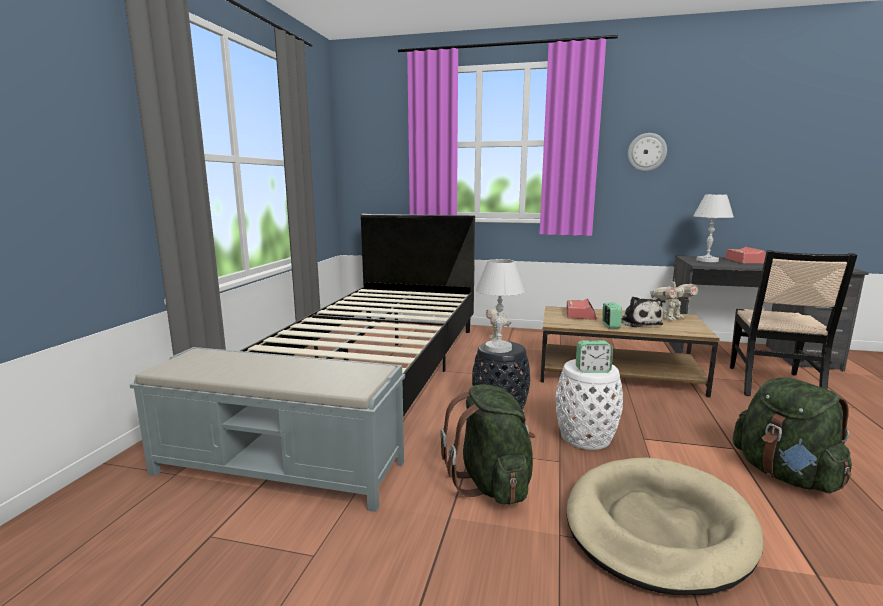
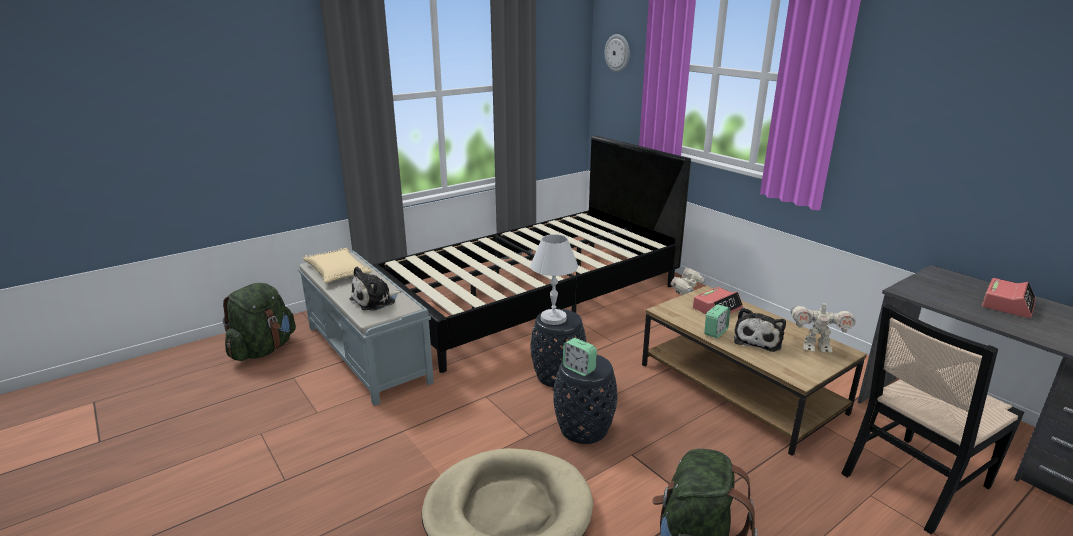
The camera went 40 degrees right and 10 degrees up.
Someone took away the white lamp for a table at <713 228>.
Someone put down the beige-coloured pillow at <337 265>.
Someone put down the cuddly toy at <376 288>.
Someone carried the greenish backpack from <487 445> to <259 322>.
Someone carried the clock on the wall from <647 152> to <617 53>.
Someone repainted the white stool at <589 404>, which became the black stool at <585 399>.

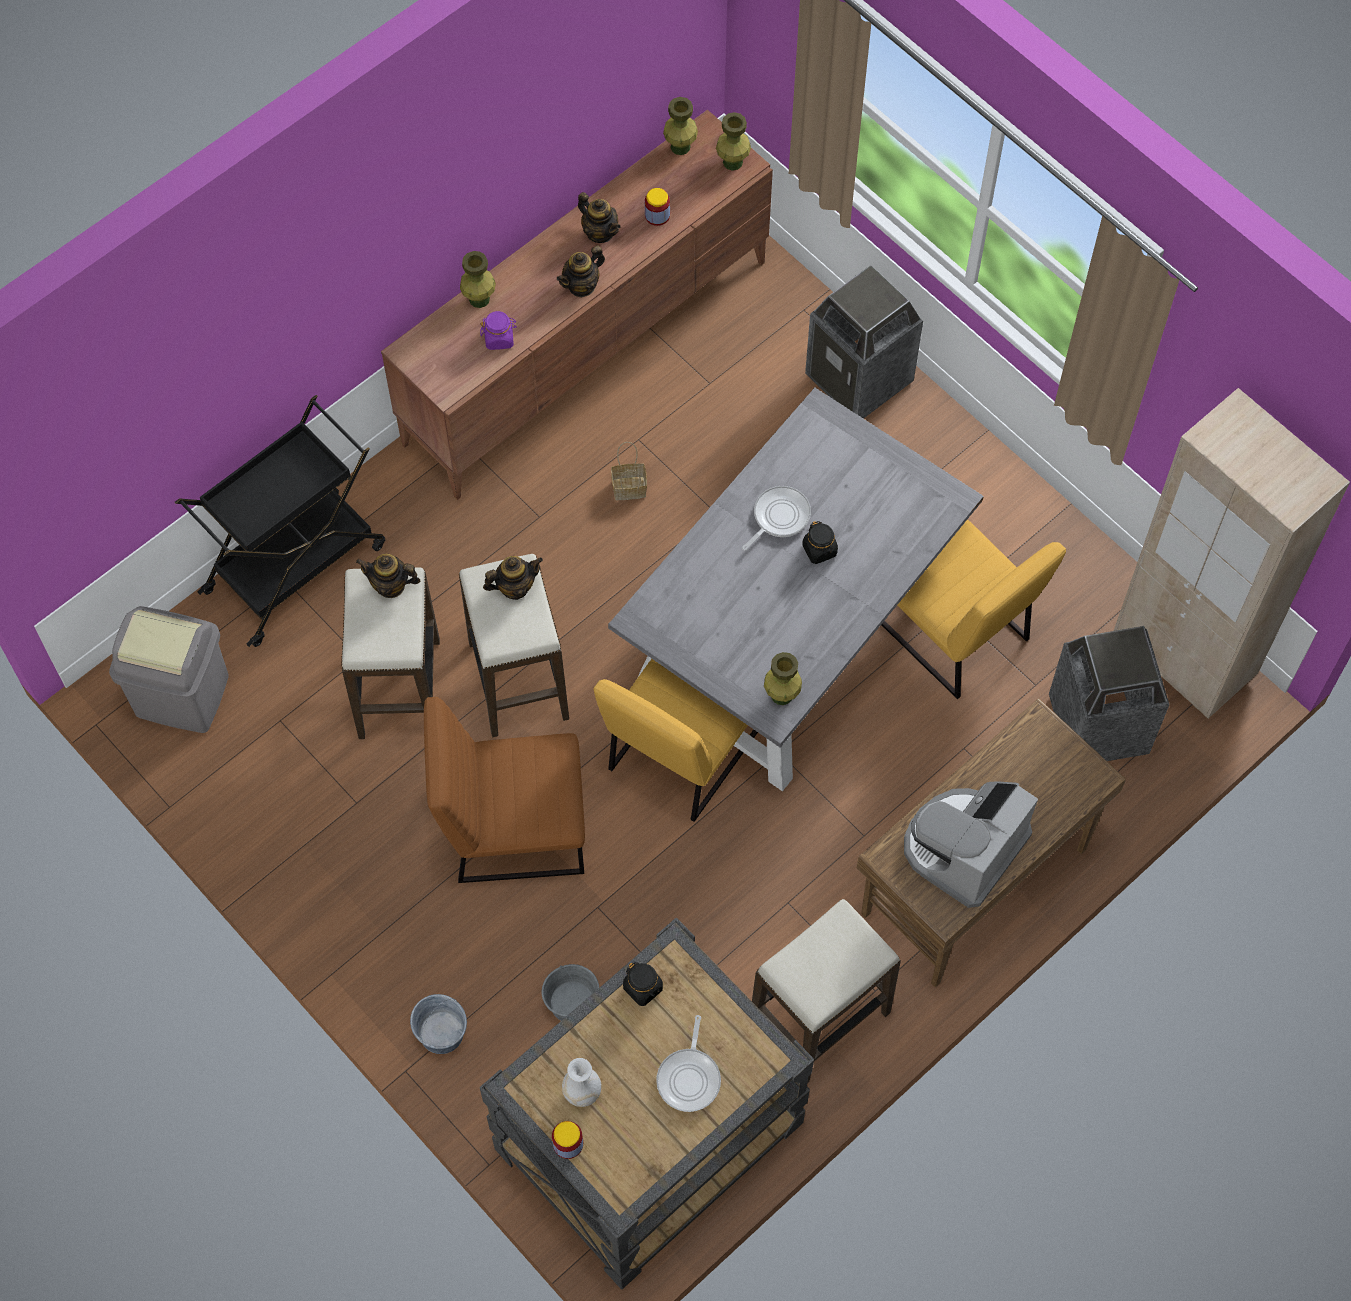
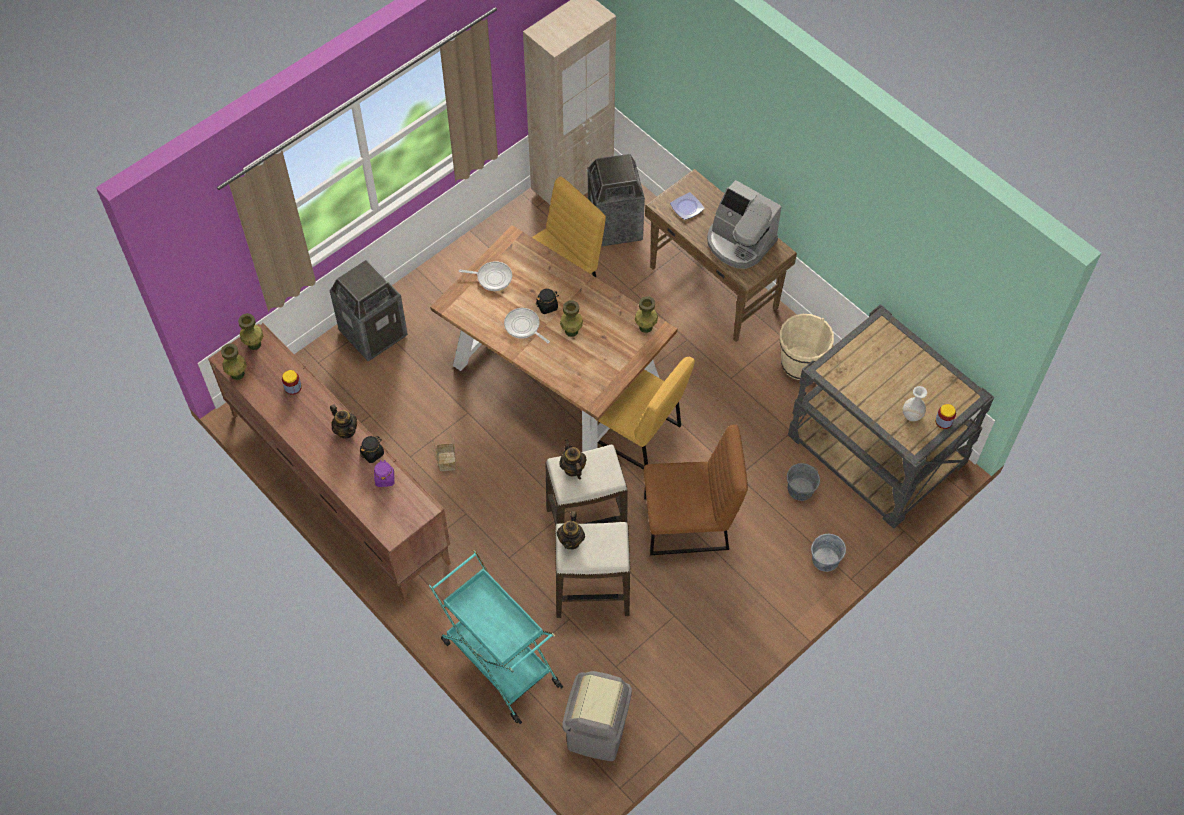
The camera went 90 degrees left and 5 degrees down.
Someone took away the teapot at <599 217>.
Someone put down the plate at <687 206>.
Someone carried the greenish flower vase from <478 279> to <571 318>.
Someone carried the black preserve jar from <643 984> to <372 449>.
Someone carried the frying pan from <688 1063> to <485 276>.
Someone swapped the stool at <826 991> for the beige-coloured bucket at <807 347>.
Someone repainted the black trolley at <279 521>, which became the turquoise trolley at <496 636>.
Someone repainted the greyish dinner table at <796 589>, which became the brownish dinner table at <554 338>.
Someone rotated the brownish chair at <504 790> by 90 degrees counterclockwise.

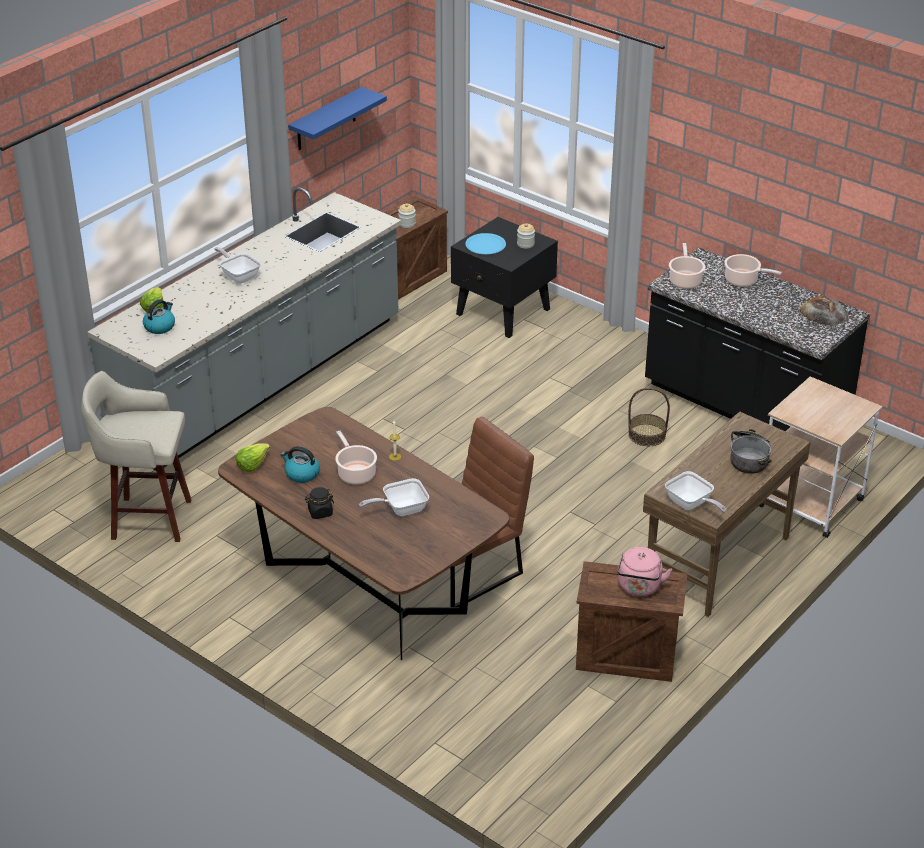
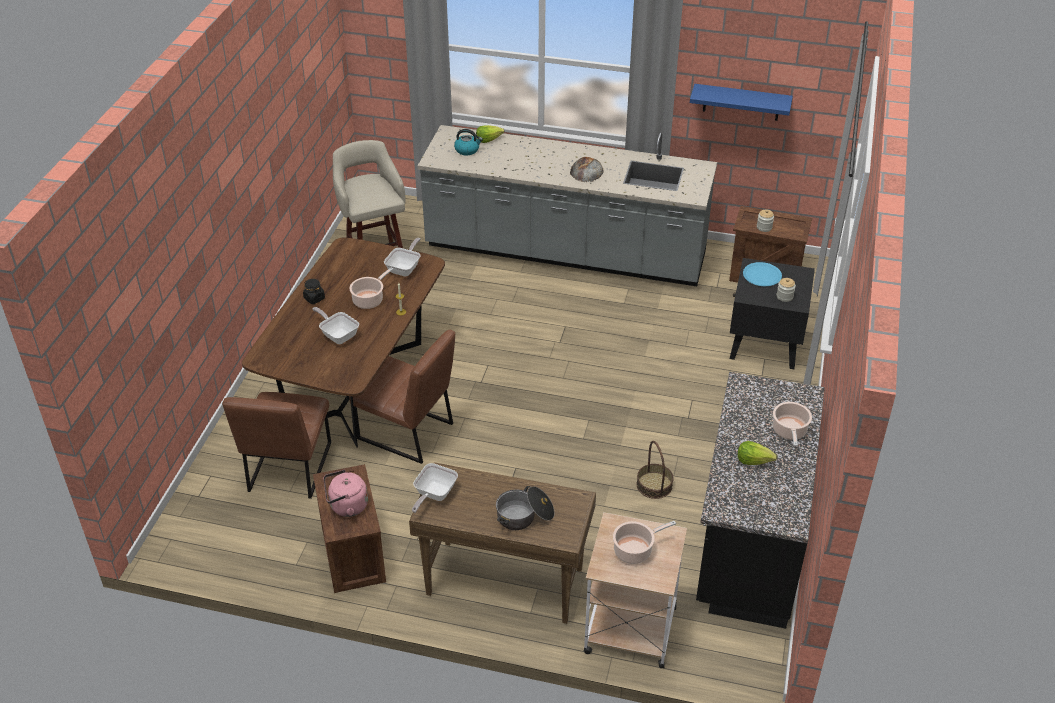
The camera went 65 degrees right and 5 degrees up.
Someone took away the water kettle at <300 464>.
Someone put down the brownish chair at <276 445>.
Someone carried the frying pan from <237 265> to <402 257>.
Someone carried the lettuce head from <252 457> to <757 453>.
Someone carried the saucepot from <687 266> to <644 542>.
Someone carried the baked bread from <823 310> to <587 169>.

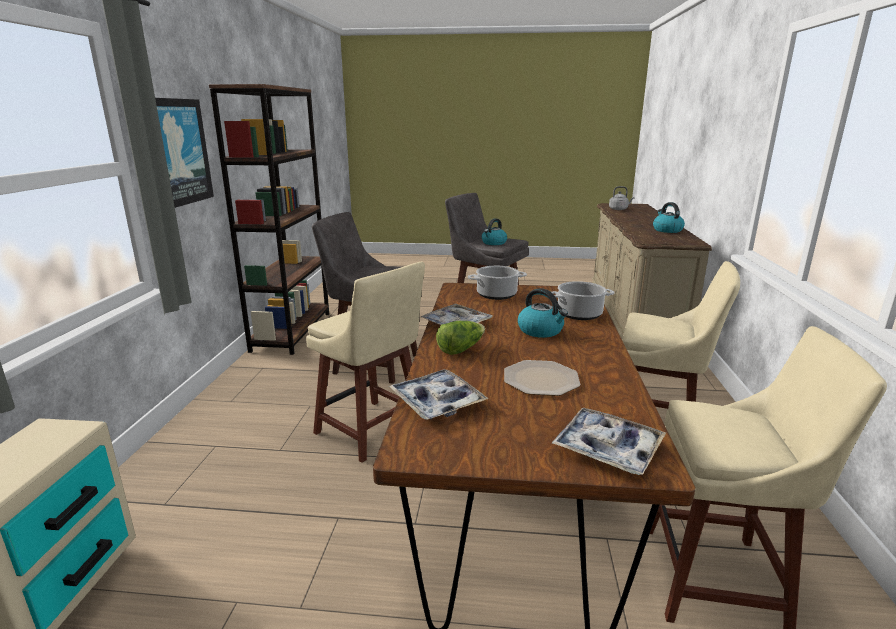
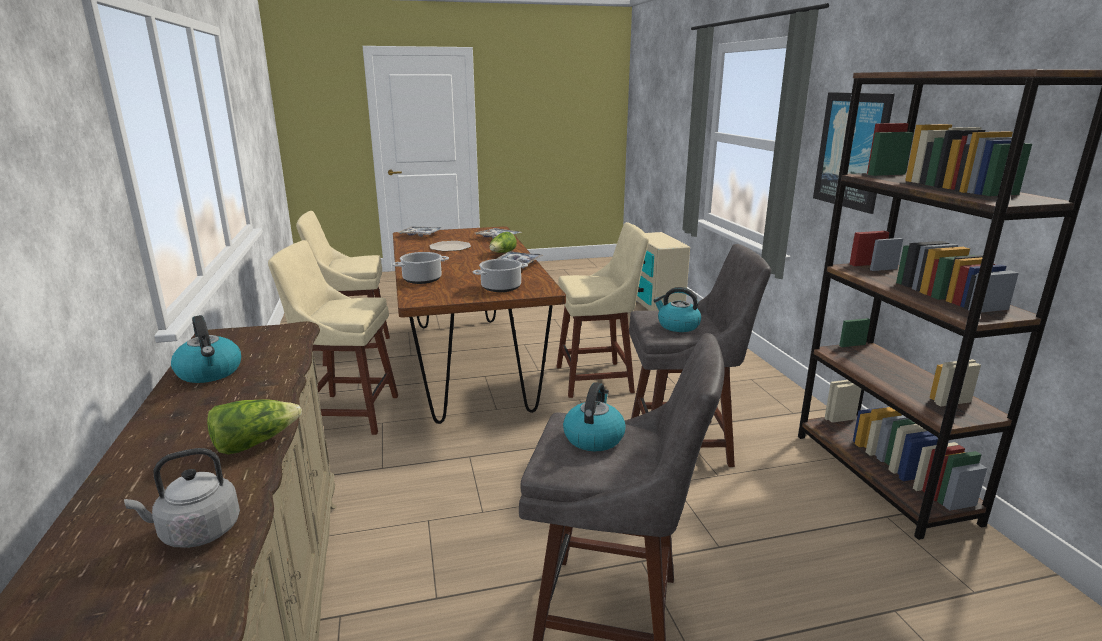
The camera went 160 degrees right and 0 degrees up.
Someone put down the lettuce head at <254 426>.
Someone carried the water kettle from <543 313> to <677 309>.
Someone rotated the beige-coloured chair at <365 362> by 150 degrees clockwise.

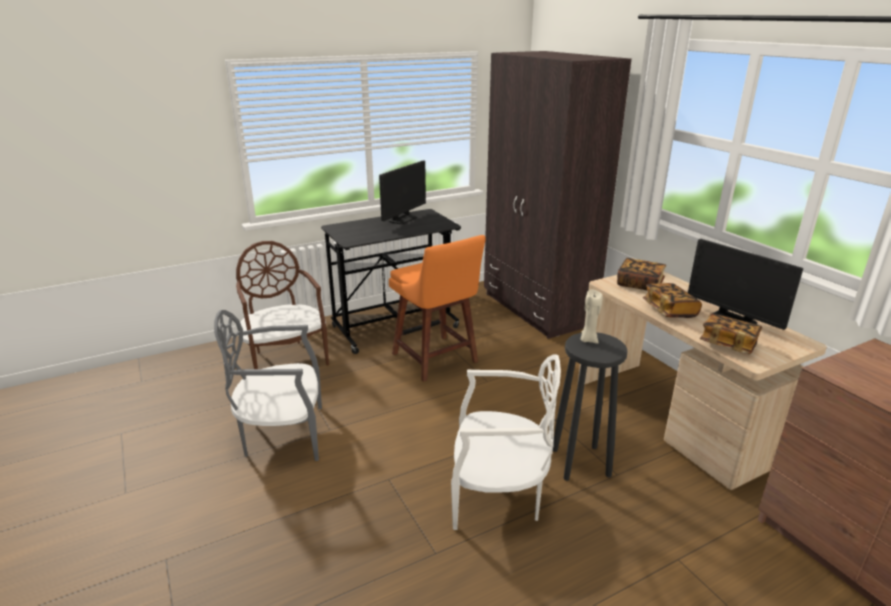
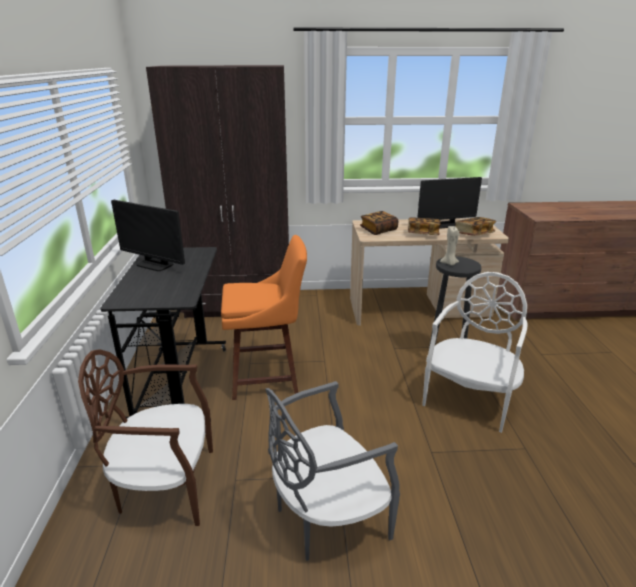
The camera went 65 degrees left and 0 degrees up.
Someone rotated the greyish chair at <268 385> by 45 degrees clockwise.
Someone rotated the computer screen at <402 192> by 150 degrees clockwise.

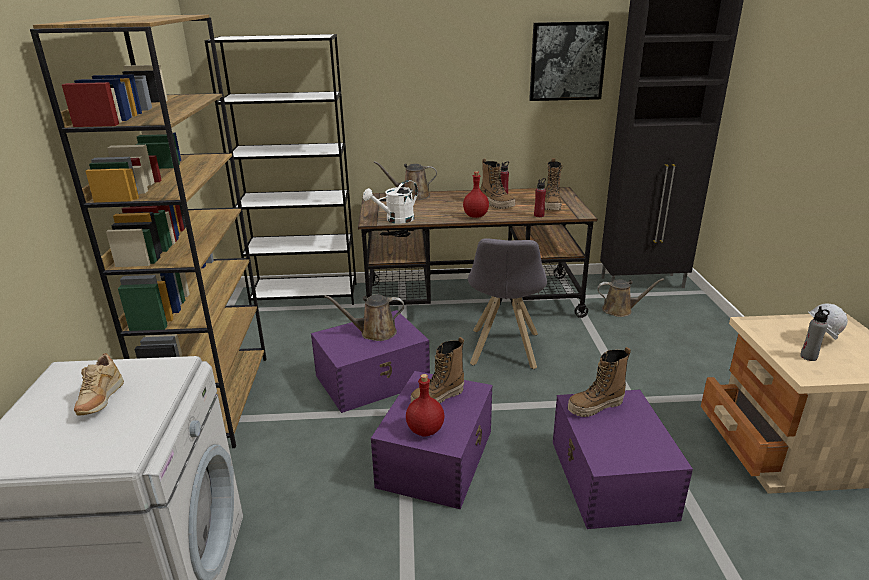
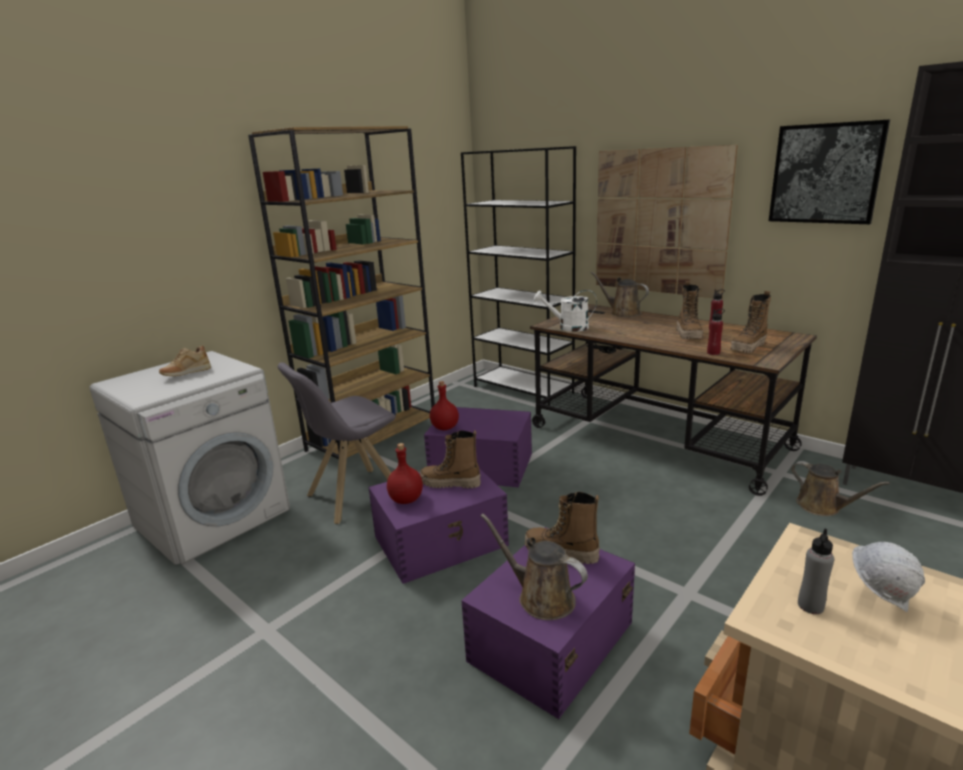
The camera went 45 degrees right and 5 degrees down.
Someone put up the wall picture at <667 221>.
Someone carried the brownish watering pot from <364 317> to <534 566>.
Someone carried the reddish beverage bottle from <476 194> to <444 405>.
Someone carried the greyish chair from <507 303> to <336 443>.

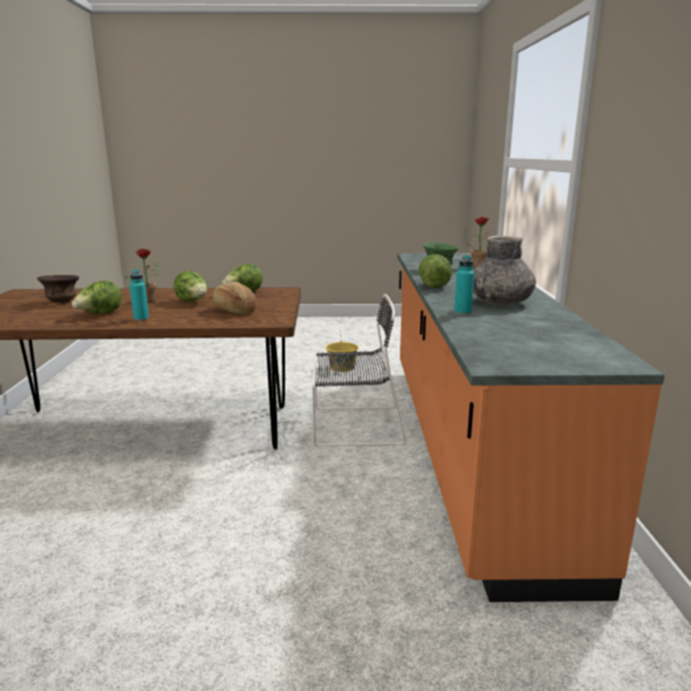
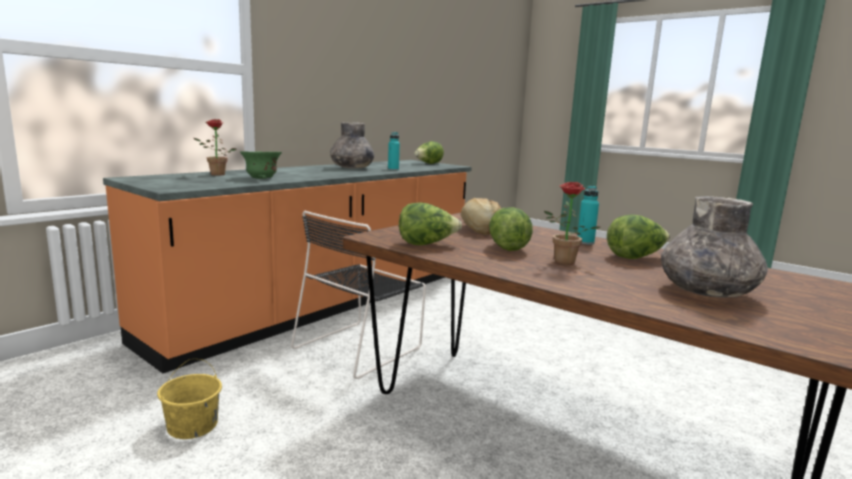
The camera went 140 degrees left and 5 degrees down.
Someone carried the lettuce head from <435 271> to <429 152>.
Someone swapped the brownish bowl at <58 289> for the greyish flower vase at <714 247>.
Someone rotated the black chair at <359 370> by 90 degrees counterclockwise.

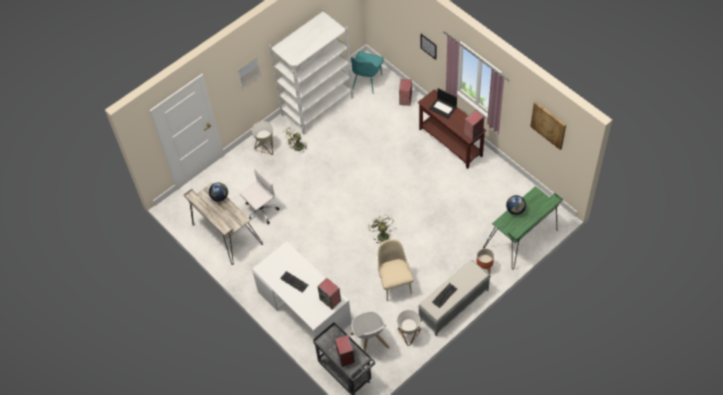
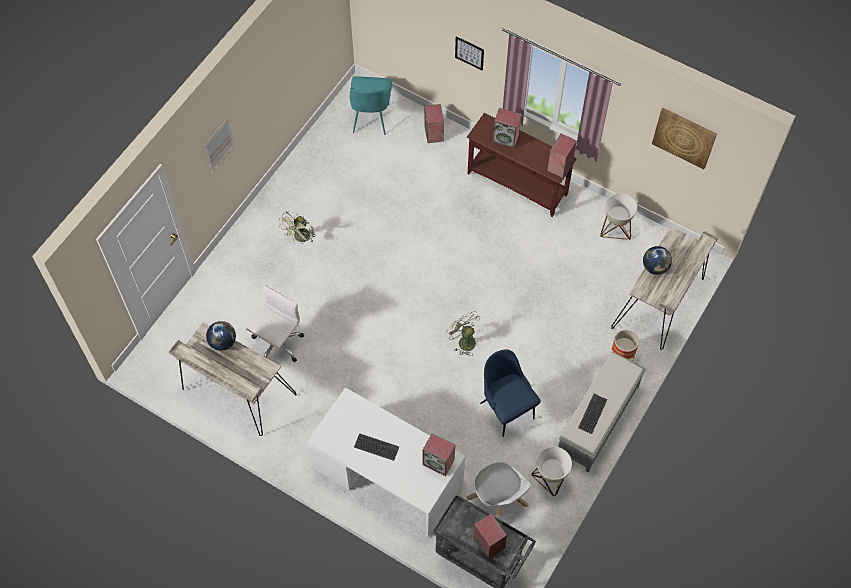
The camera went 20 degrees left and 5 degrees up.
Someone took away the white bookcase at <311 71>.
Someone carried the planter from <262 138> to <618 216>.
Someone swapped the notebook computer at <443 103> for the speaker at <506 128>.
Someone repainted the beige-coloured chair at <396 270>, which became the blue chair at <510 393>.
Someone repainted the greenish desk at <523 228>, which became the beige-coloured desk at <664 288>.

